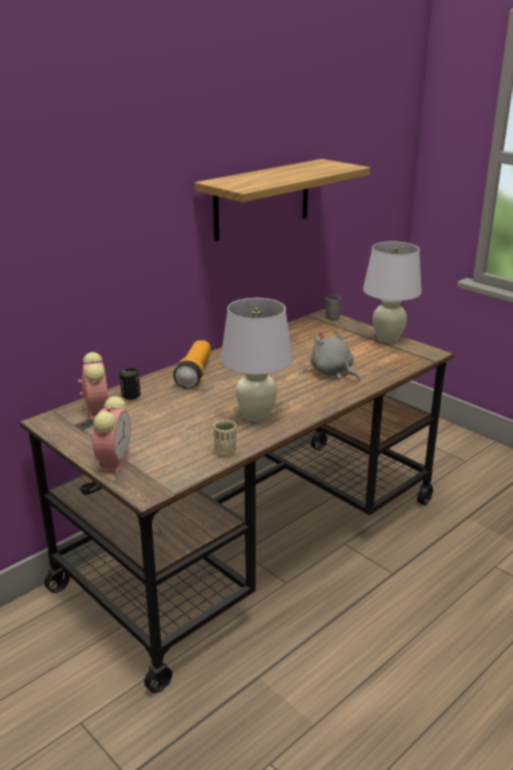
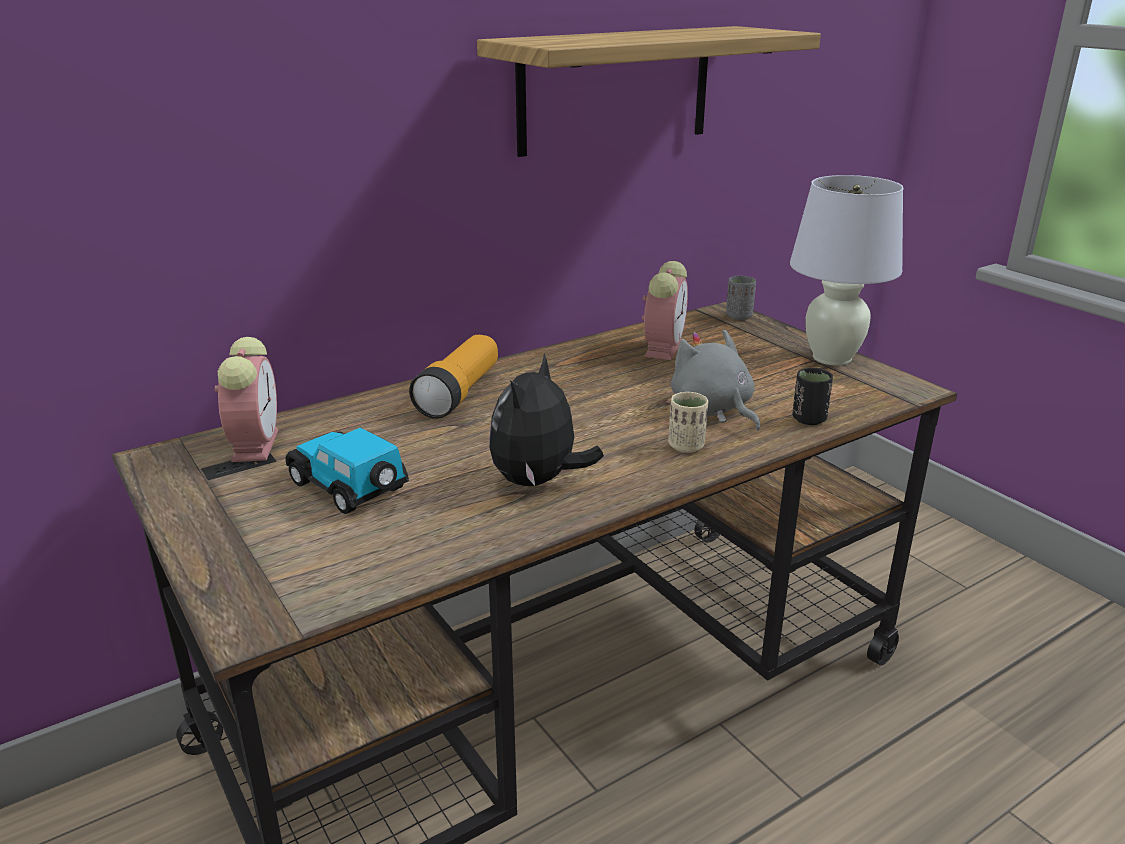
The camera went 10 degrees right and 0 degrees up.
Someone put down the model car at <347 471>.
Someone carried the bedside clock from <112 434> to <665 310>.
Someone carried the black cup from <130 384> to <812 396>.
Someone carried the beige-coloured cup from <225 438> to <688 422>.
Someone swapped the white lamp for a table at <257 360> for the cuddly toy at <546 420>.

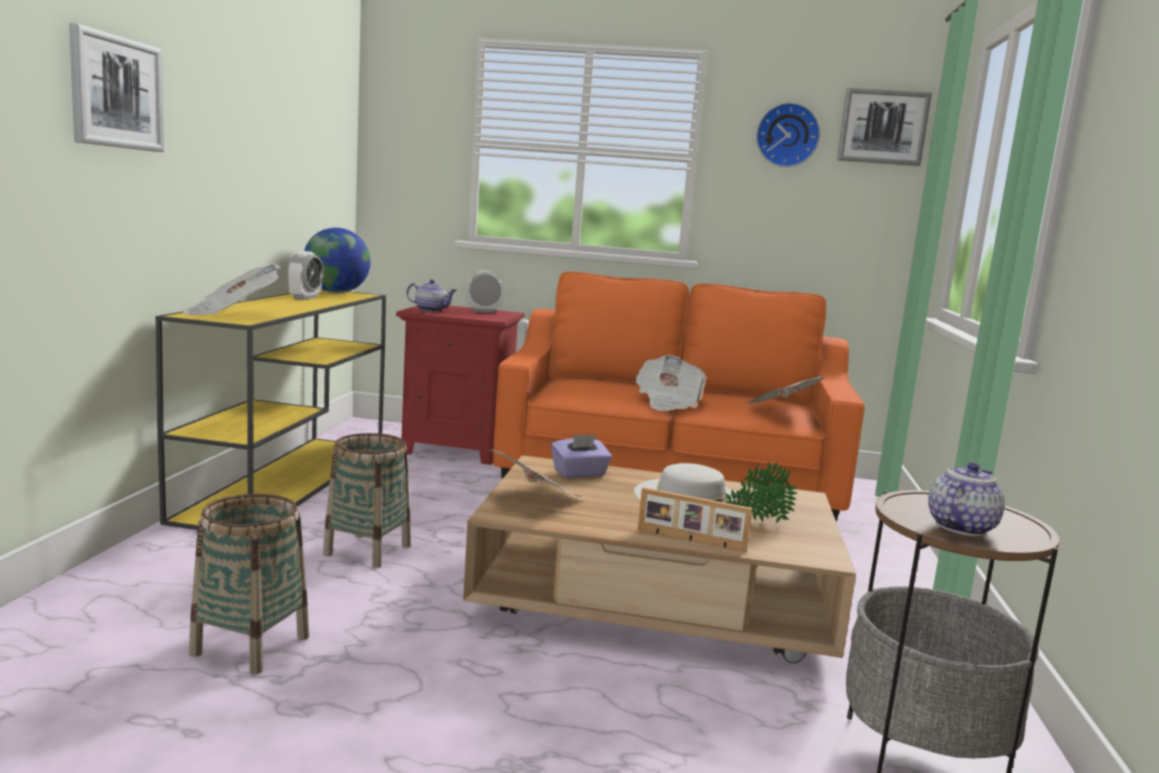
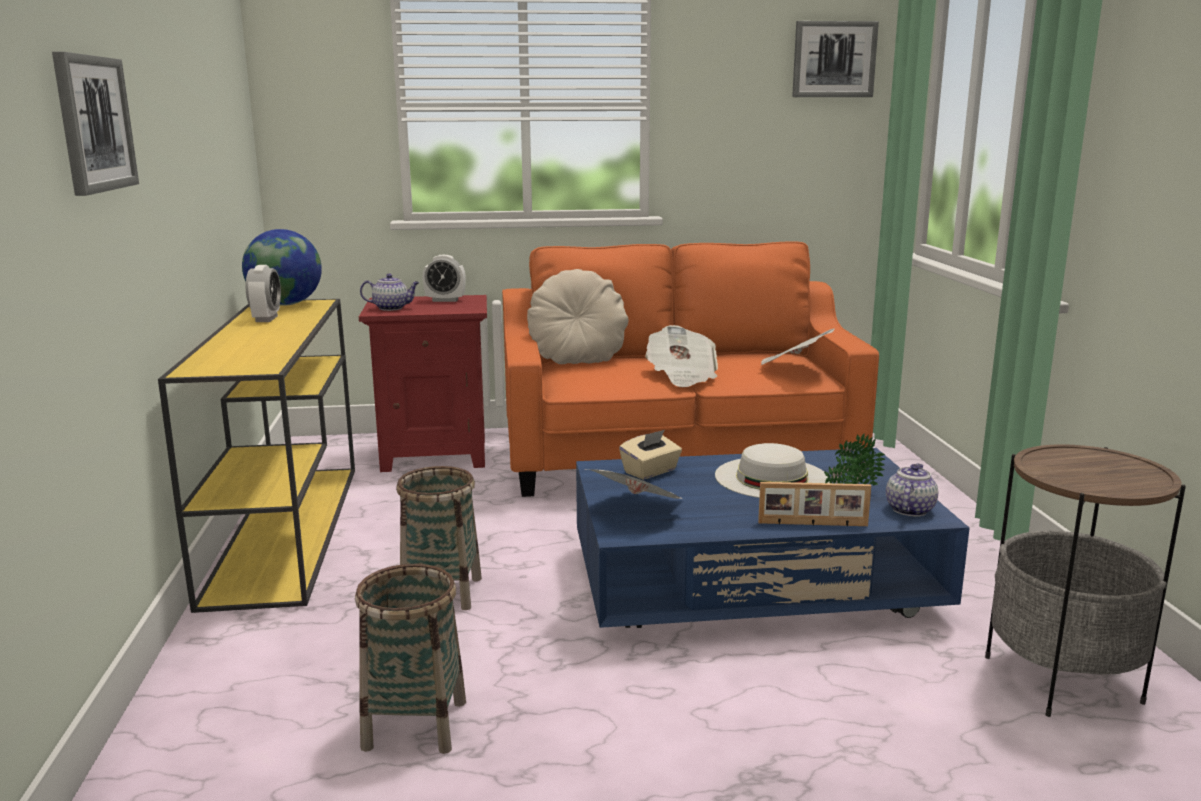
The camera went 15 degrees left and 5 degrees up.
Someone took away the daily paper at <232 290>.
Someone took away the clock on the wall at <788 134>.
Someone put down the beige-coloured pillow at <577 316>.
Someone carried the teapot from <966 499> to <912 490>.
Someone repainted the brownish lounge table at <659 559>, which became the blue lounge table at <773 538>.
Someone repainted the purple-coloured tissue box at <581 456>, which became the beige-coloured tissue box at <650 455>.
Someone rotated the bedside clock at <485 292> by 150 degrees counterclockwise.

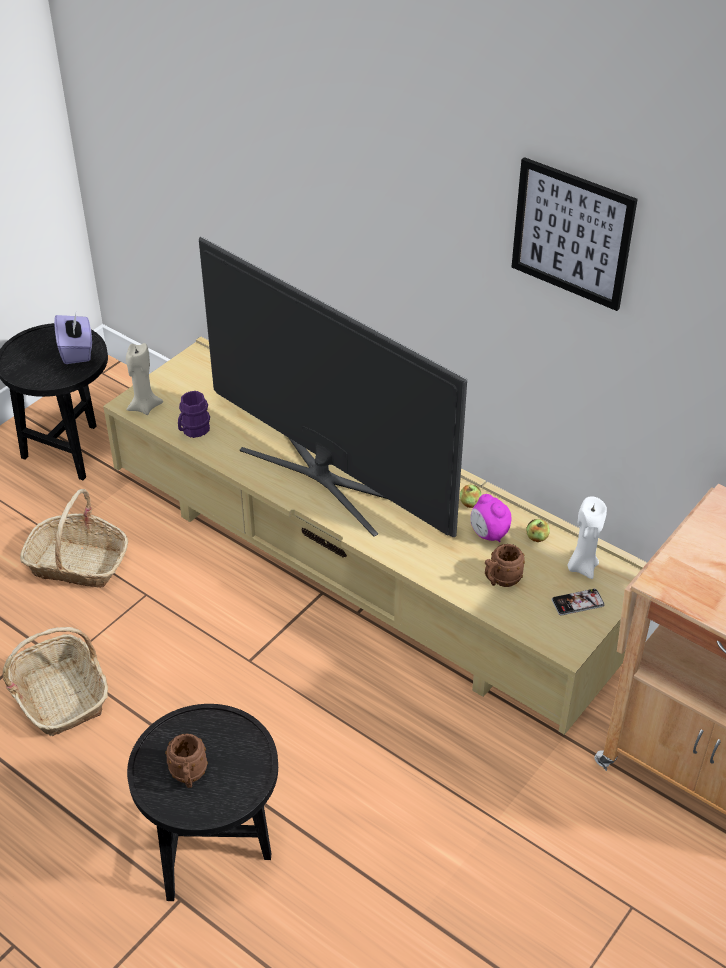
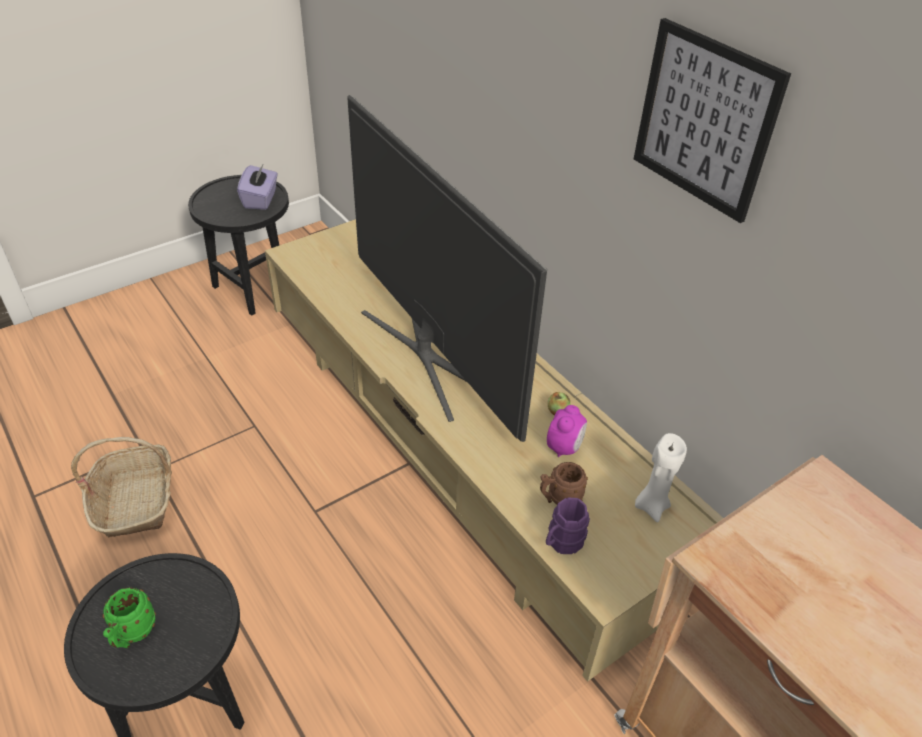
The camera went 15 degrees right and 0 degrees up.
Someone took away the household basket at <74 538>.
Someone took away the beige-coloured wax candle at <144 379>.
Someone took away the apple fruit at <538 530>.
Someone took away the telephone at <578 601>.
Someone carried the purple-coloured coffee mug from <194 414> to <568 526>.
Someone repainted the brownish coffee mug at <186 761>, which became the greenish coffee mug at <129 617>.
Someone rotated the bedside clock at <490 518> by 135 degrees counterclockwise.

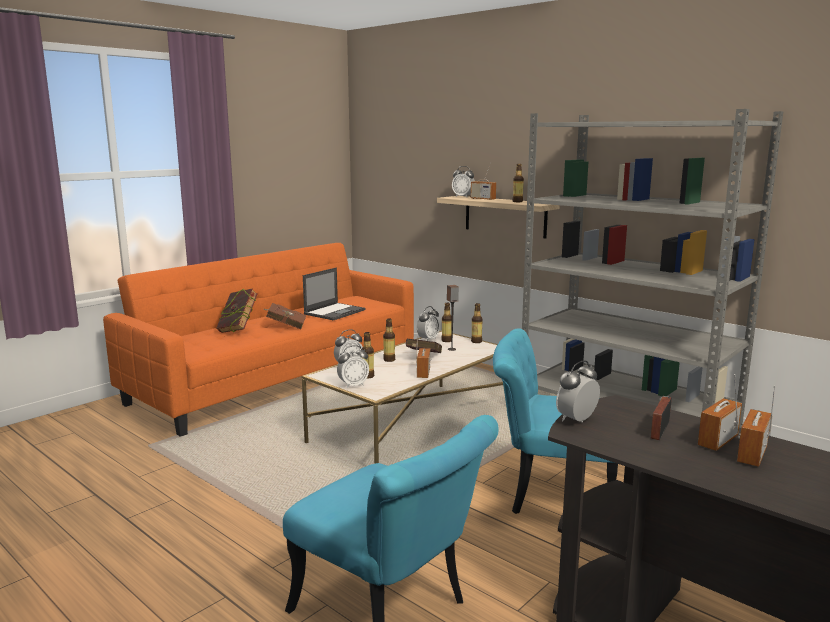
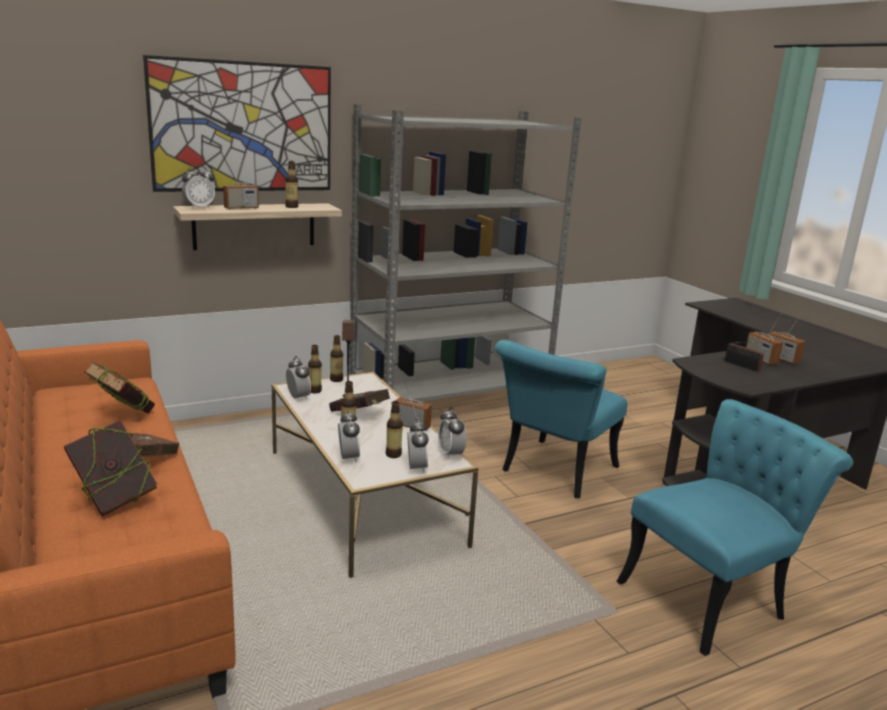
The camera went 70 degrees left and 5 degrees up.
Someone put up the wall picture at <237 123>.
Someone carried the bedside clock from <578 391> to <452 433>.
Someone swapped the notebook computer at <334 293> for the bound book at <119 388>.

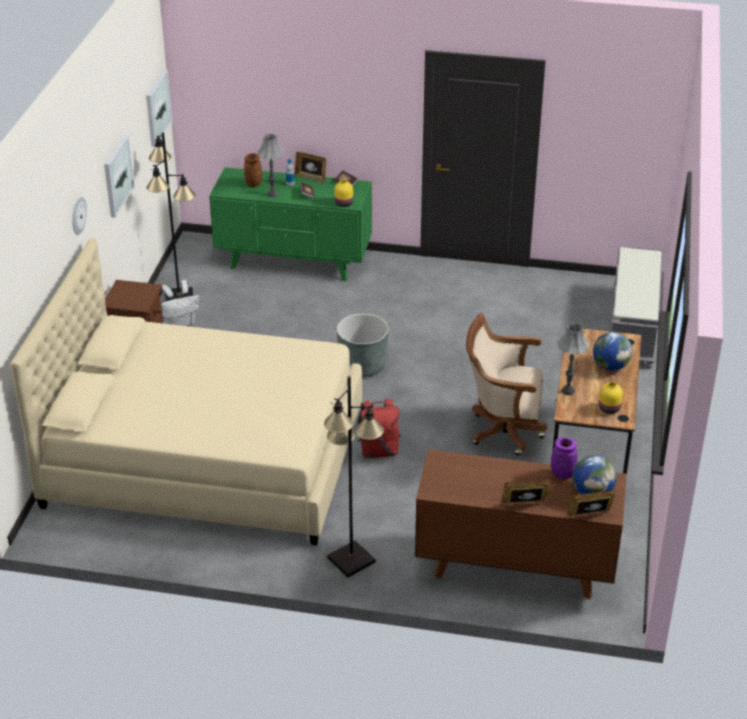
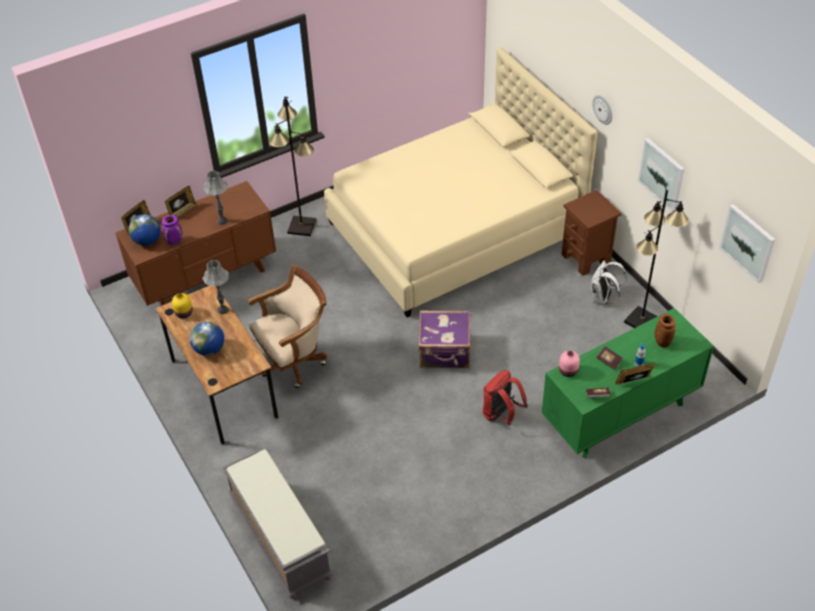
The camera went 140 degrees right and 10 degrees up.
Someone carried the greyish lamp for a table from <270 166> to <215 198>.
Someone carried the reddish backpack from <378 428> to <505 397>.
Someone swapped the greyish planter at <363 345> for the purple-coloured travel case at <444 339>.
Someone repainted the yellowish flower vase at <343 193>, which became the pink-coloured flower vase at <569 364>.

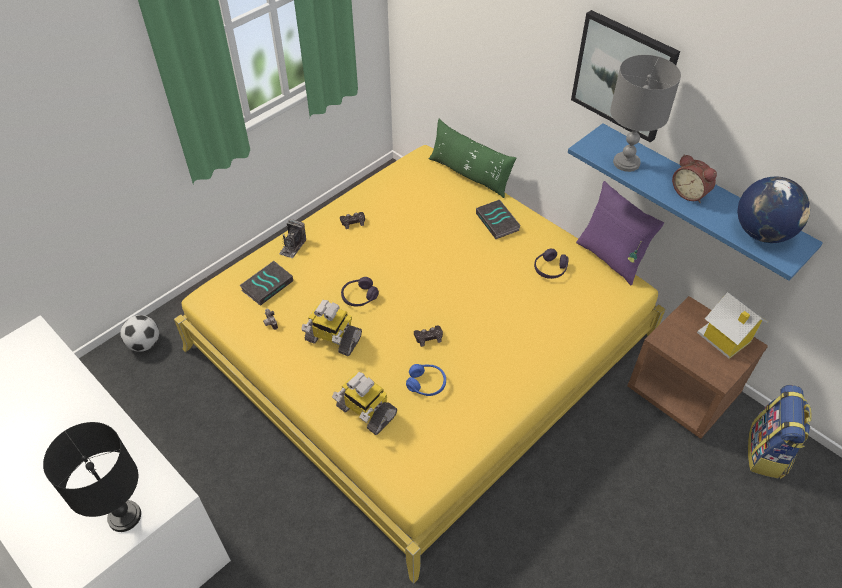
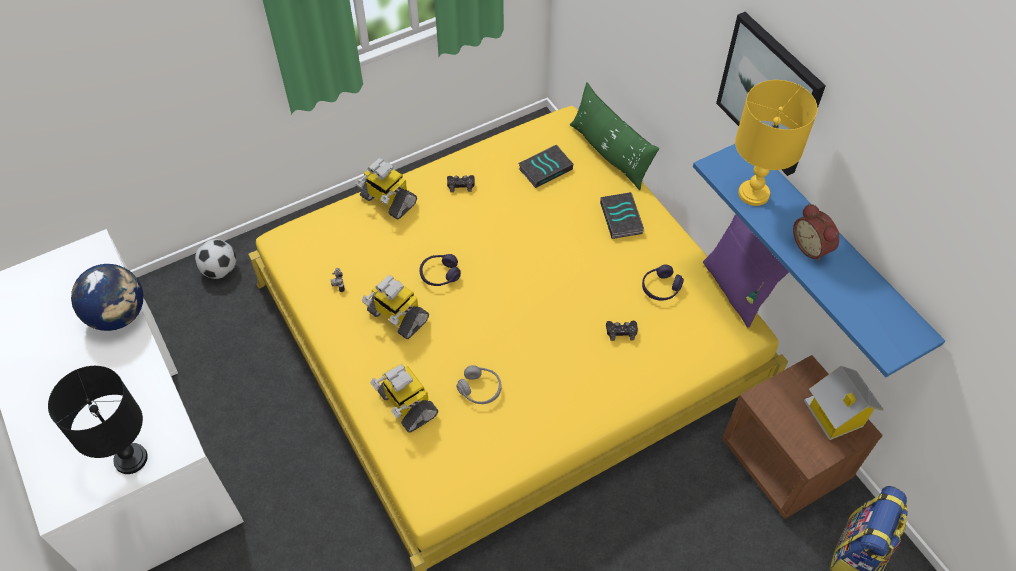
The camera went 15 degrees right and 5 degrees up.
Someone carried the bound book from <266 283> to <545 166>.
Someone carried the black joypad from <428 336> to <622 331>.
Someone carried the desk globe from <774 210> to <107 297>.
Someone swapped the photo camera at <292 238> for the toy robot at <386 188>.
Someone repainted the blue pair of headphones at <426 380>, which became the greyish pair of headphones at <478 384>.
Someone repainted the greyish lamp for a table at <645 113>, which became the yellowish lamp for a table at <776 143>.

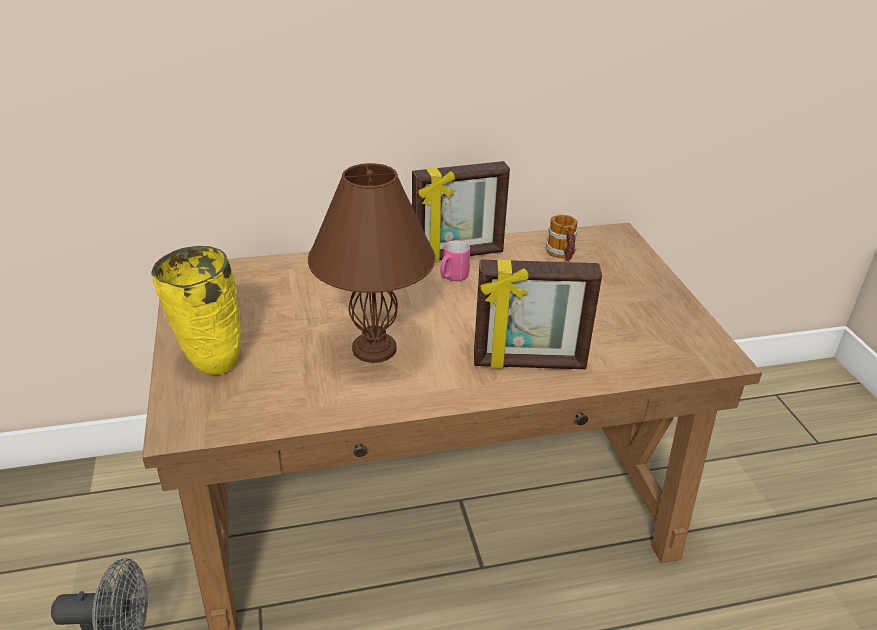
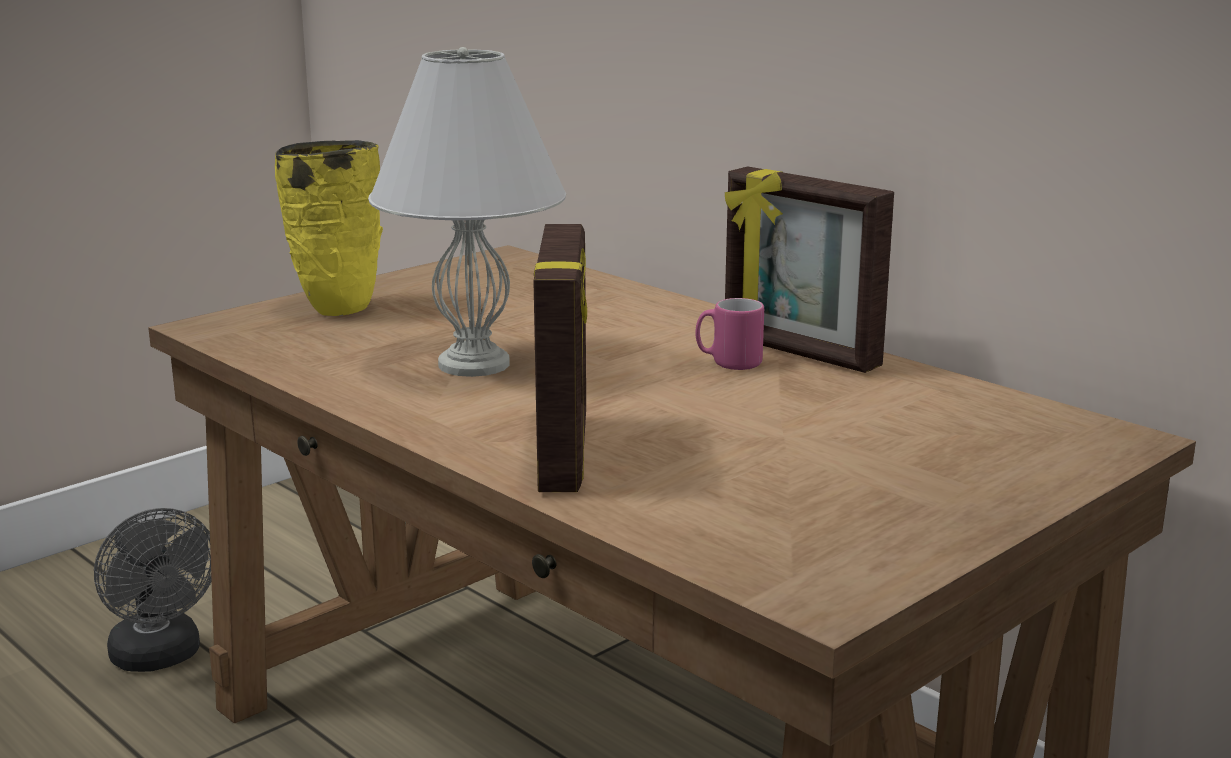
The camera went 60 degrees right and 15 degrees down.
Someone took away the coffee mug at <562 238>.
Someone repainted the brownish lamp for a table at <371 263>, which became the white lamp for a table at <467 212>.
Someone rotated the picture frame at <538 314> by 150 degrees counterclockwise.

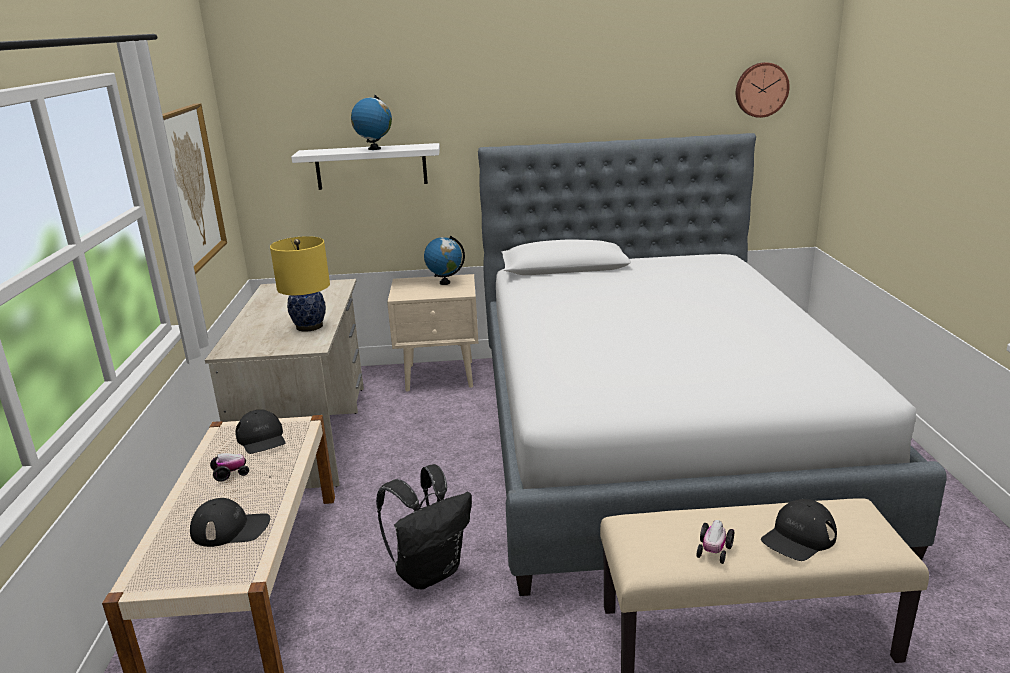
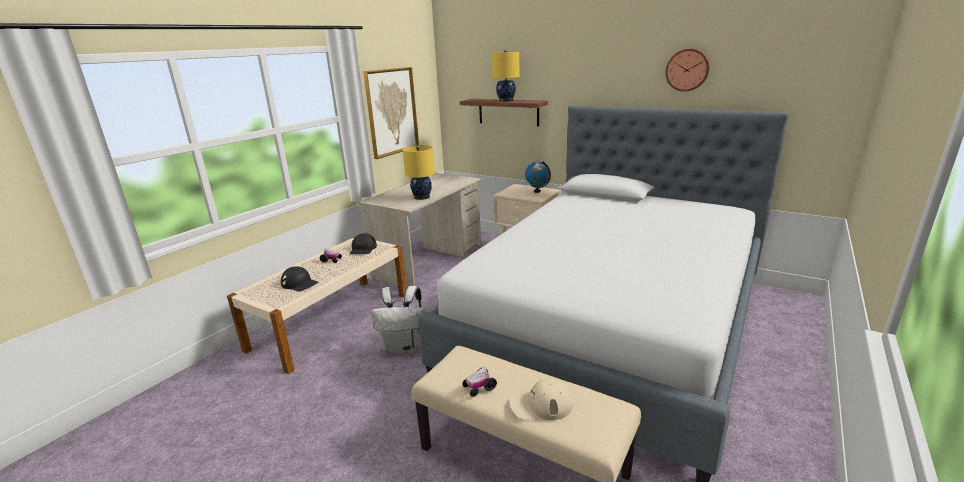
The camera went 35 degrees right and 0 degrees up.
Someone carried the clock on the wall from <763 90> to <687 70>.
Someone swapped the desk globe at <371 122> for the yellowish lamp for a table at <505 76>.
Someone repainted the white shelf at <365 166>, which became the brownish shelf at <504 113>.
Someone repainted the black backpack at <424 526>, which became the white backpack at <398 320>.
Someone repainted the black baseball cap at <799 530>, which became the beige-coloured baseball cap at <541 399>.

